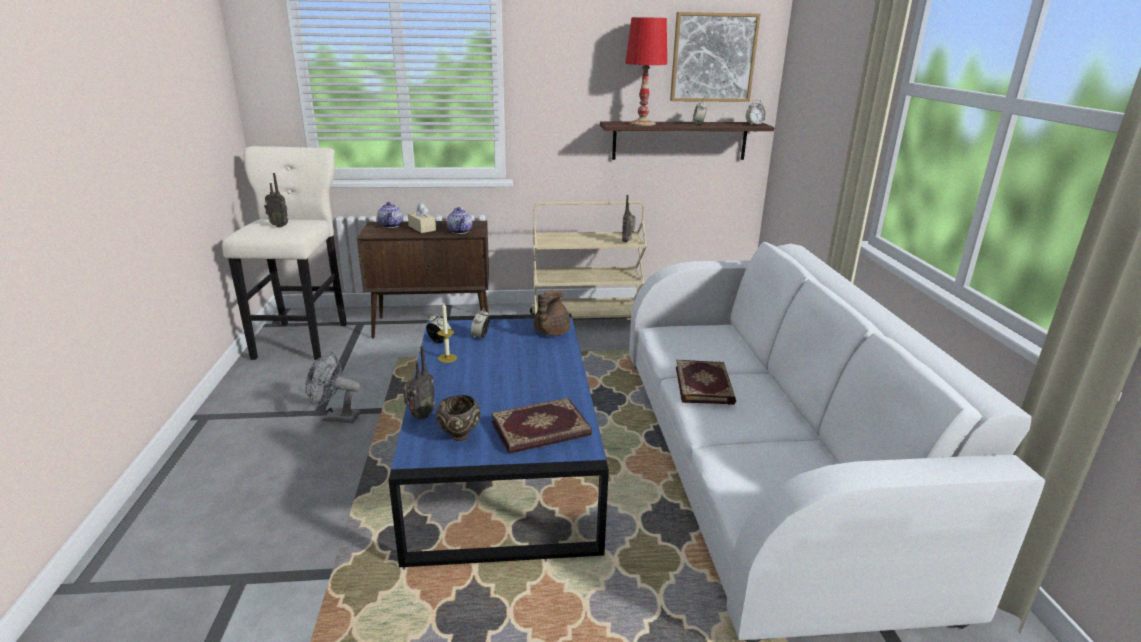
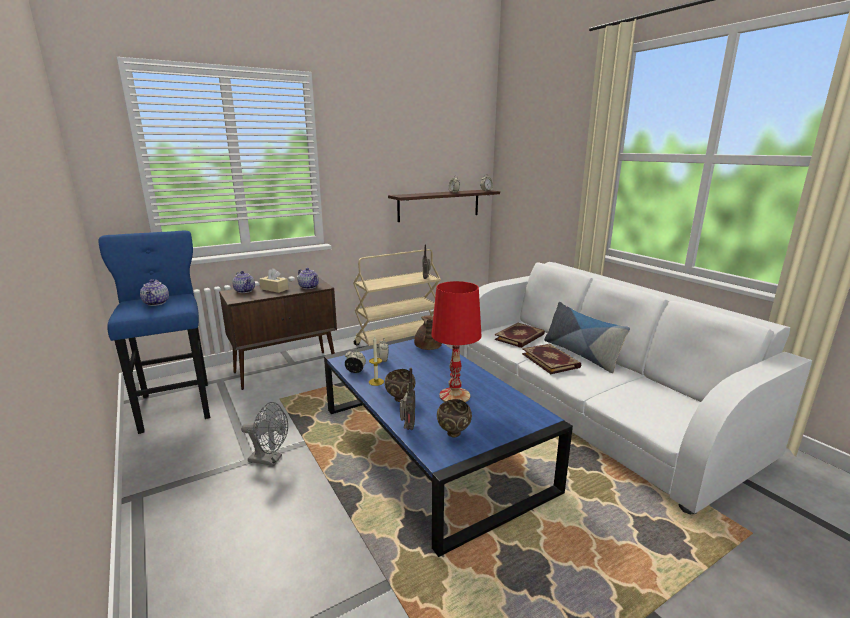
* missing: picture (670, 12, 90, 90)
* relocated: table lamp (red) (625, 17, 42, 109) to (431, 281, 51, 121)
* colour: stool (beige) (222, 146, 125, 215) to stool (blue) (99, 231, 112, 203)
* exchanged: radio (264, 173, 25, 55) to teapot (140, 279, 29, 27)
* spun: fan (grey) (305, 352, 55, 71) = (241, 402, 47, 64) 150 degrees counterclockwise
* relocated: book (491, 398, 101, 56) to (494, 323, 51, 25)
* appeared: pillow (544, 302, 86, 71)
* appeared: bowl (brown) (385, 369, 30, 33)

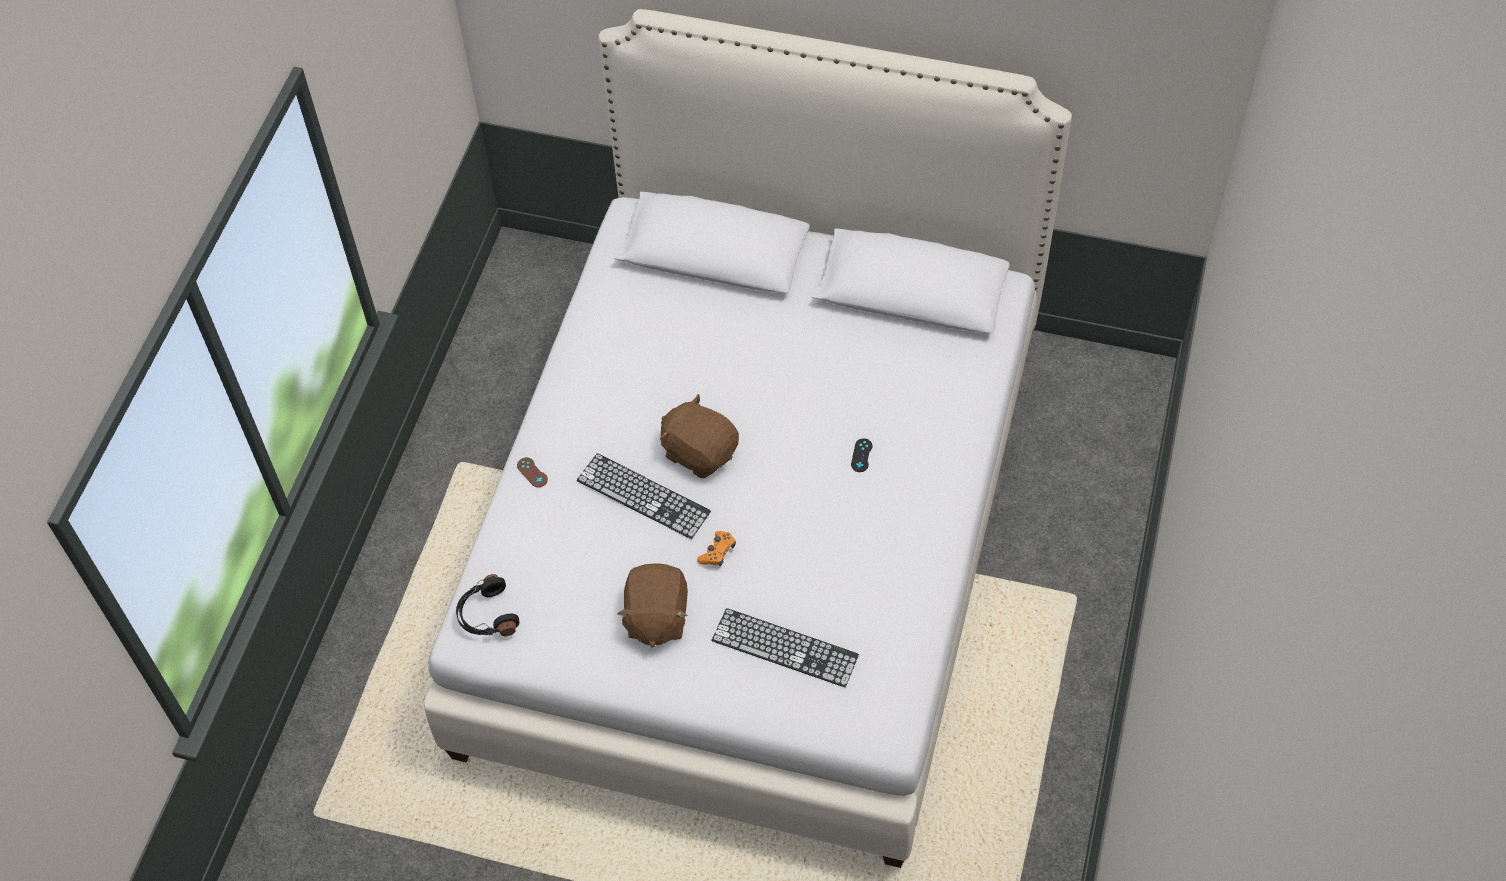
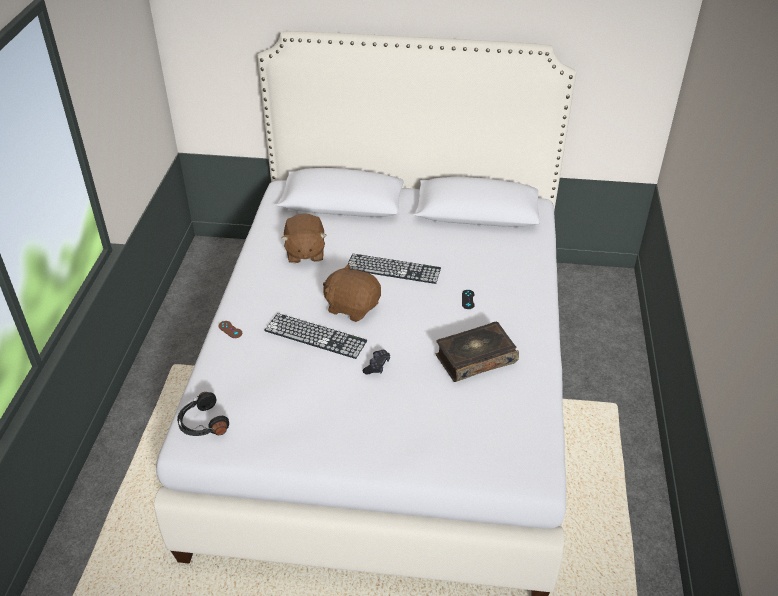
* colour: game controller (orange) (697, 531, 39, 35) to game controller (black) (363, 350, 27, 24)
* relocated: plush toy (brown) (618, 563, 70, 85) to (281, 214, 46, 49)
* relocated: keyboard (711, 608, 148, 79) to (348, 254, 93, 30)
* appeared: book (436, 321, 83, 61)

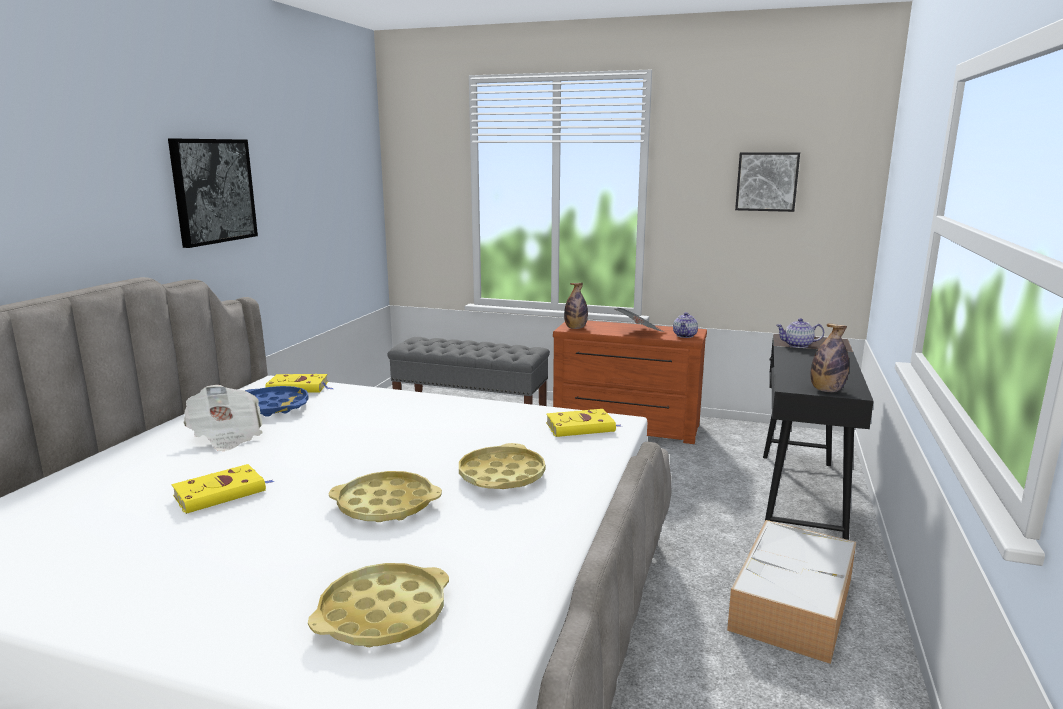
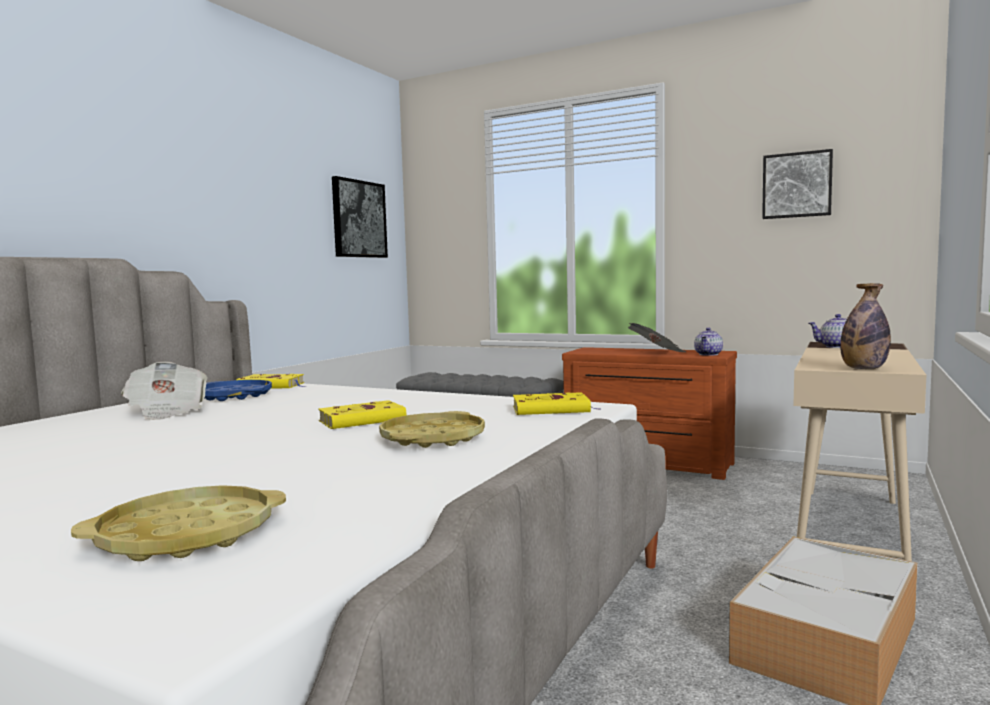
* relocated: picture (168, 139, 90, 109) to (332, 176, 56, 82)
* missing: bottle (564, 283, 24, 46)
* colour: desk (black) (763, 333, 111, 207) to desk (beige) (793, 342, 133, 219)
* relocated: book (yellow) (172, 464, 103, 50) to (318, 400, 89, 29)
* missing: tray (yellow) (329, 471, 113, 51)

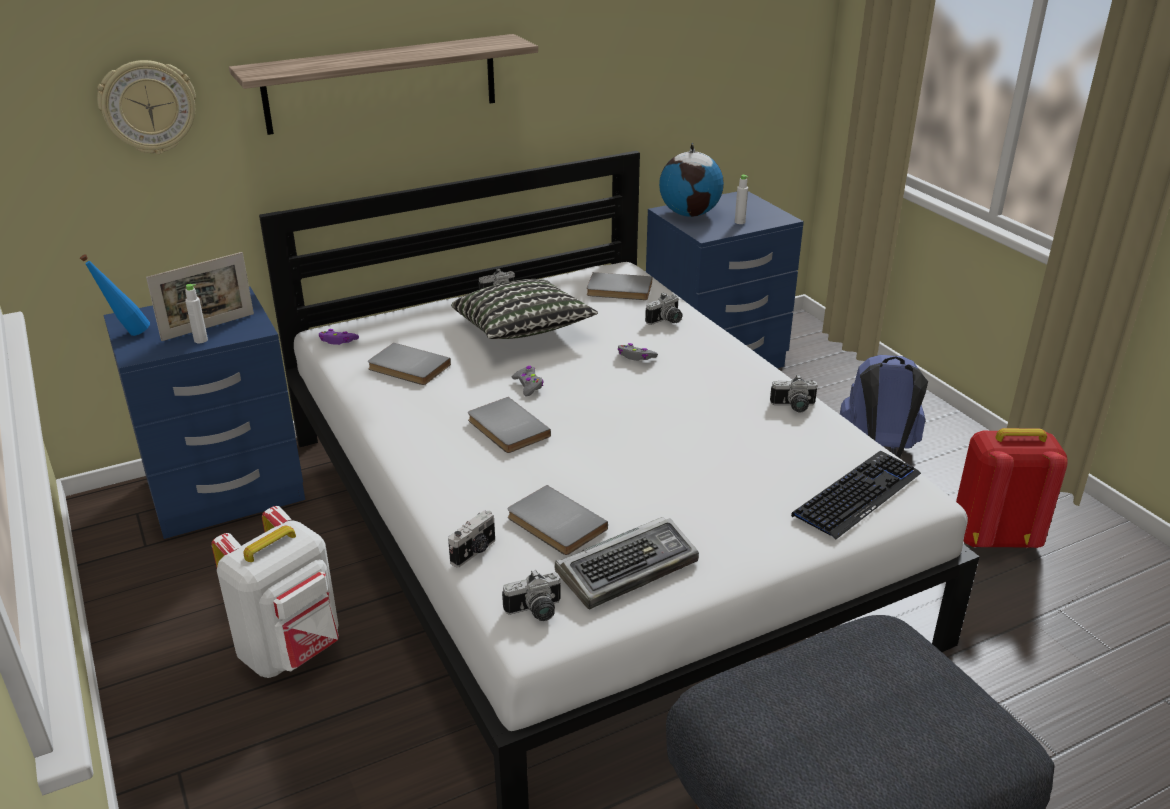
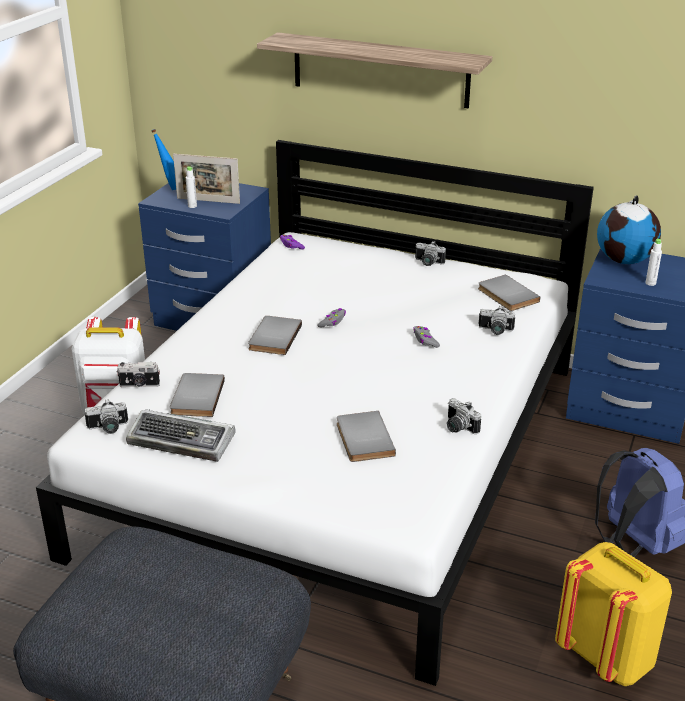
* missing: wall clock (97, 60, 99, 94)
* missing: pillow (451, 279, 147, 60)
* relocated: book (grey) (368, 343, 83, 42) to (337, 411, 59, 51)
* colour: backpack (red) (956, 428, 112, 120) to backpack (yellow) (555, 542, 117, 144)
* missing: keyboard (791, 451, 130, 88)
* spun: photo camera (502, 570, 59, 51) = (85, 399, 43, 35) 45 degrees counterclockwise

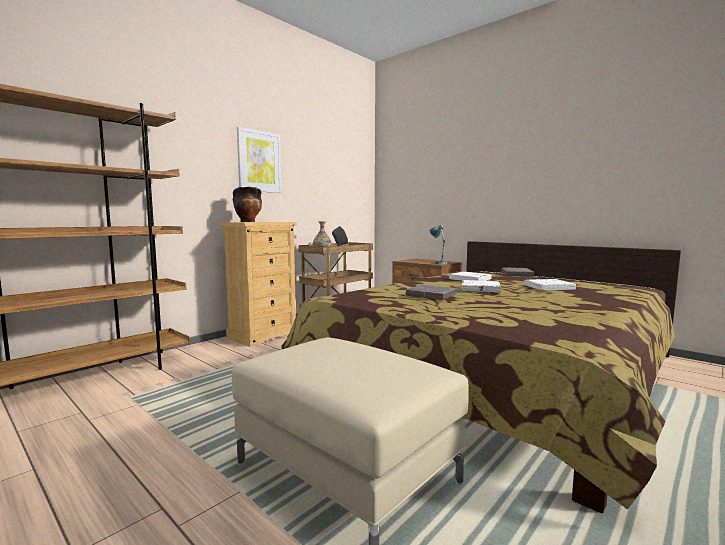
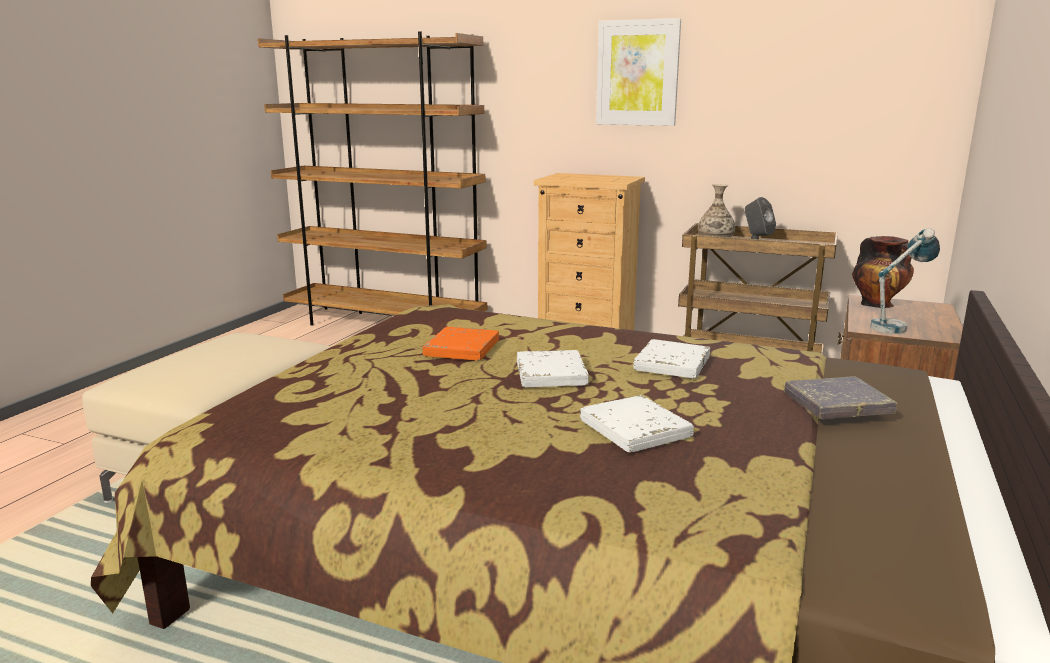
* relocated: vase (233, 187, 29, 35) to (852, 236, 62, 72)
* colour: book (grey) (406, 285, 51, 15) to book (orange) (422, 327, 77, 33)

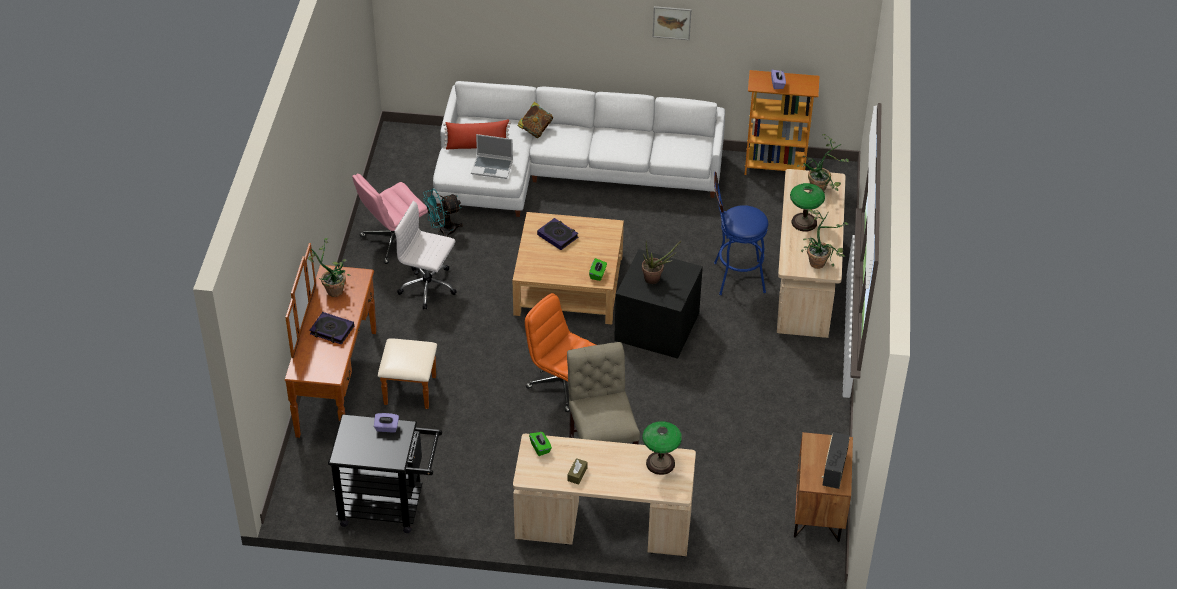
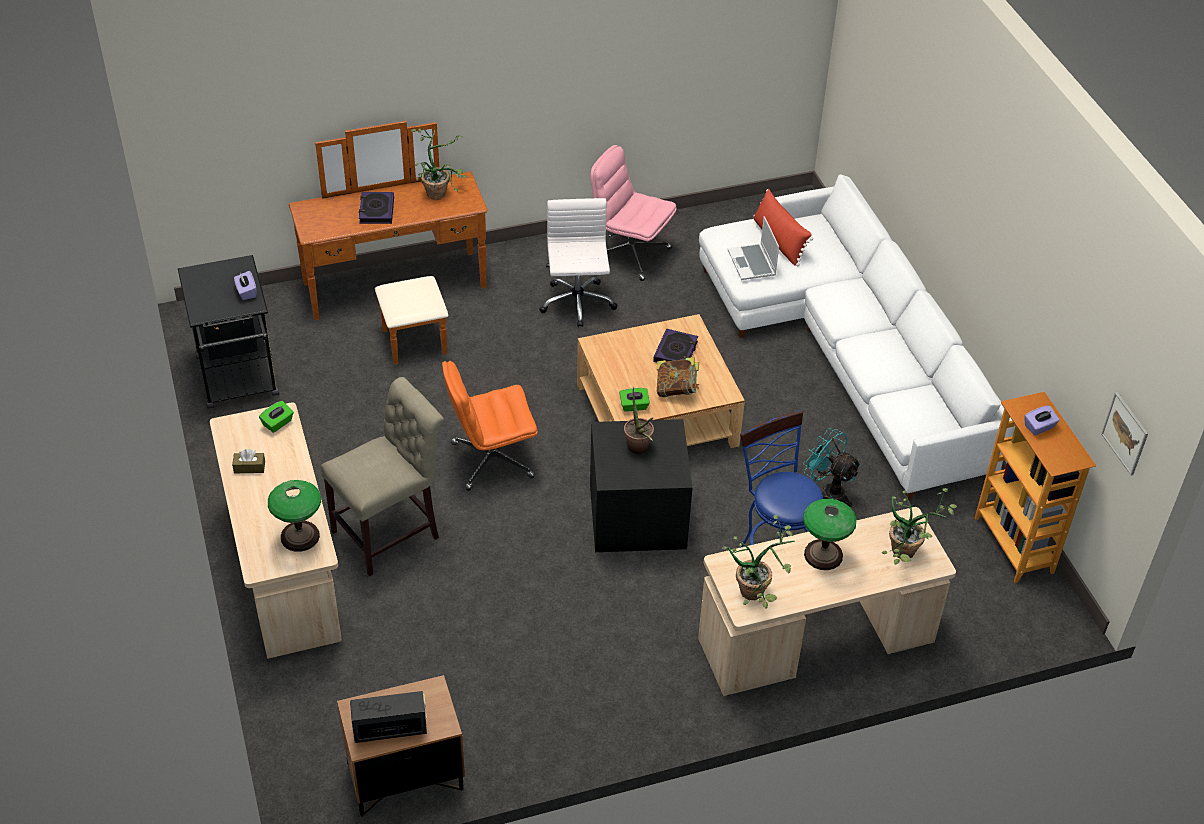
* relocated: picture (653, 6, 38, 34) to (1101, 392, 47, 83)
* relocated: book (517, 102, 36, 36) to (657, 357, 42, 40)
* relocated: fan (turquoise) (423, 188, 40, 49) to (803, 428, 58, 79)
* spun: office chair (orange) (525, 293, 71, 119) = (442, 361, 96, 130) 120 degrees counterclockwise

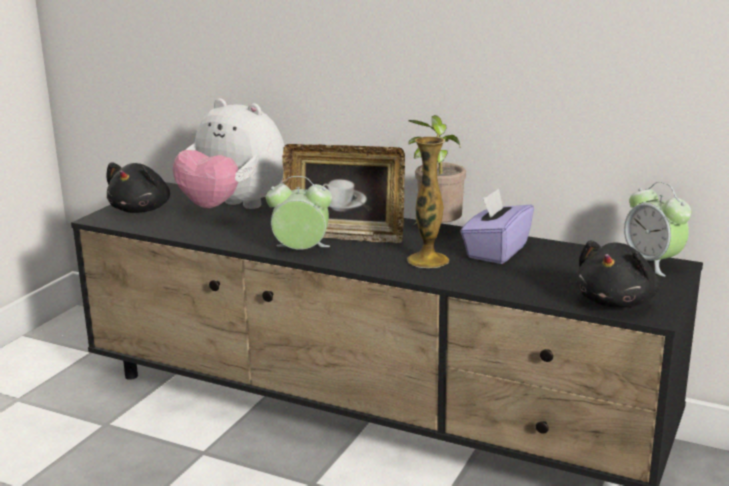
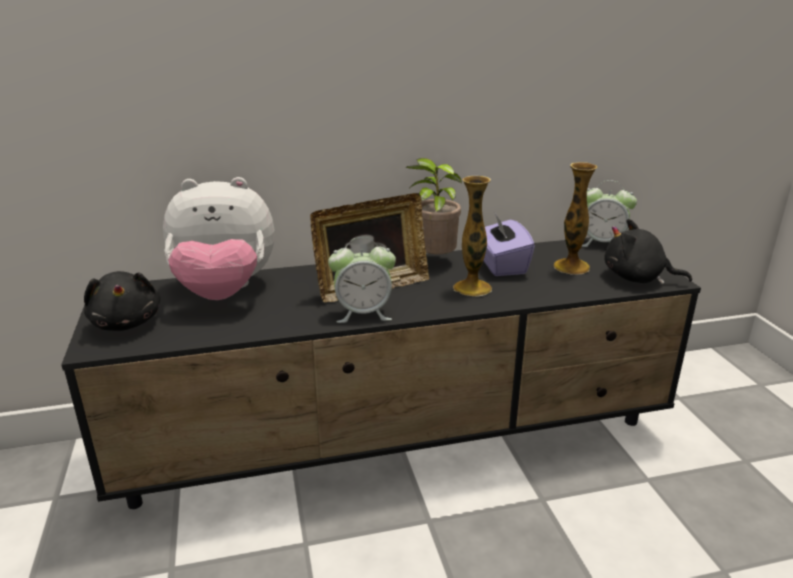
* spun: alarm clock (266, 176, 66, 74) = (328, 237, 68, 86) 150 degrees counterclockwise
* spun: plush toy (black) (576, 240, 83, 67) = (604, 219, 88, 65) 120 degrees clockwise
* appeared: vase (554, 162, 43, 113)

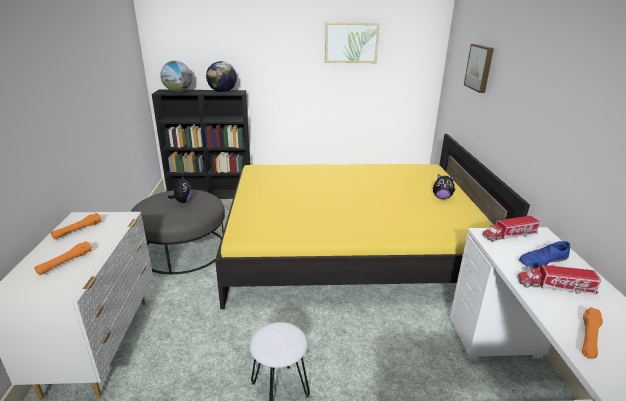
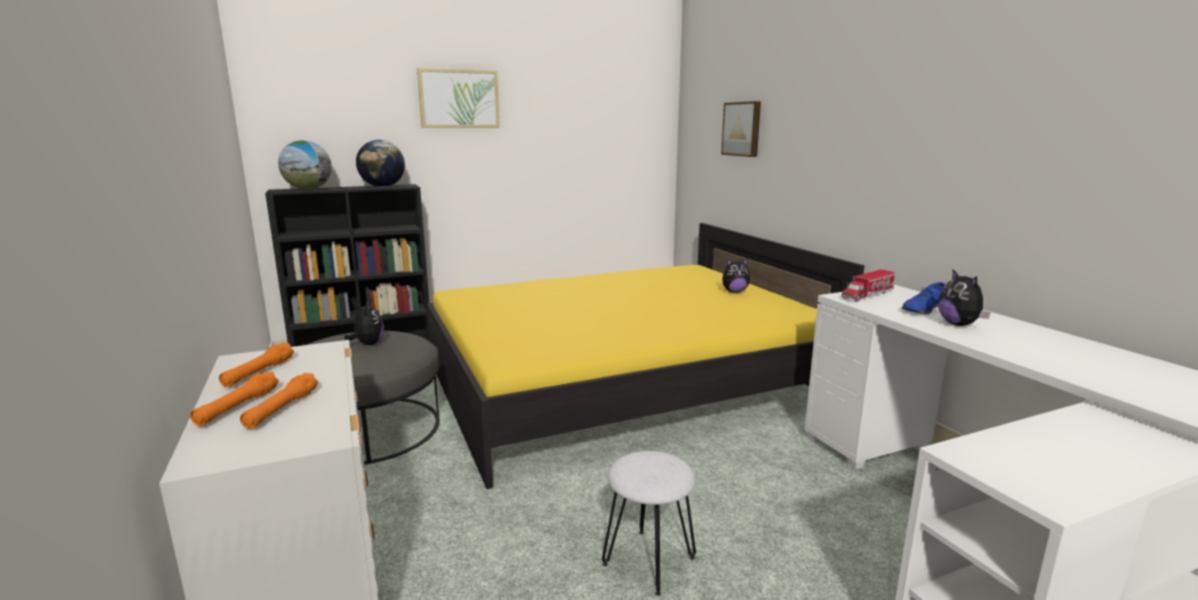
* relocated: picture (325, 22, 55, 41) to (417, 68, 83, 60)
* exchanged: toy truck (517, 264, 84, 30) to plush toy (938, 269, 53, 57)
* relocated: flashlight (orange) (582, 307, 21, 52) to (190, 371, 89, 55)

